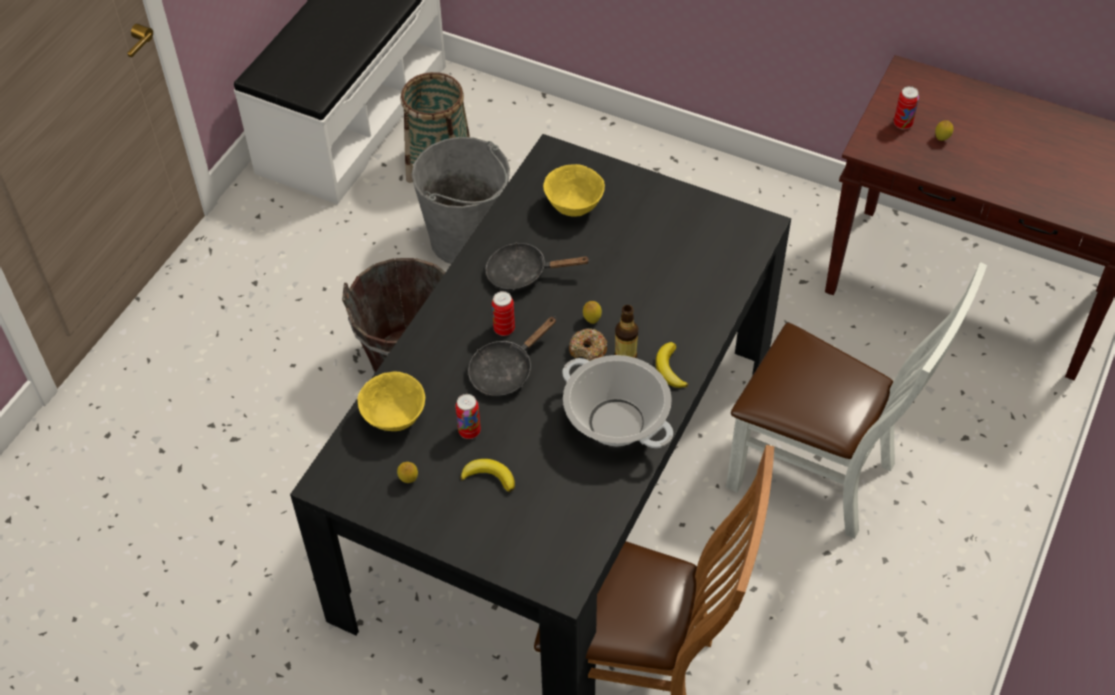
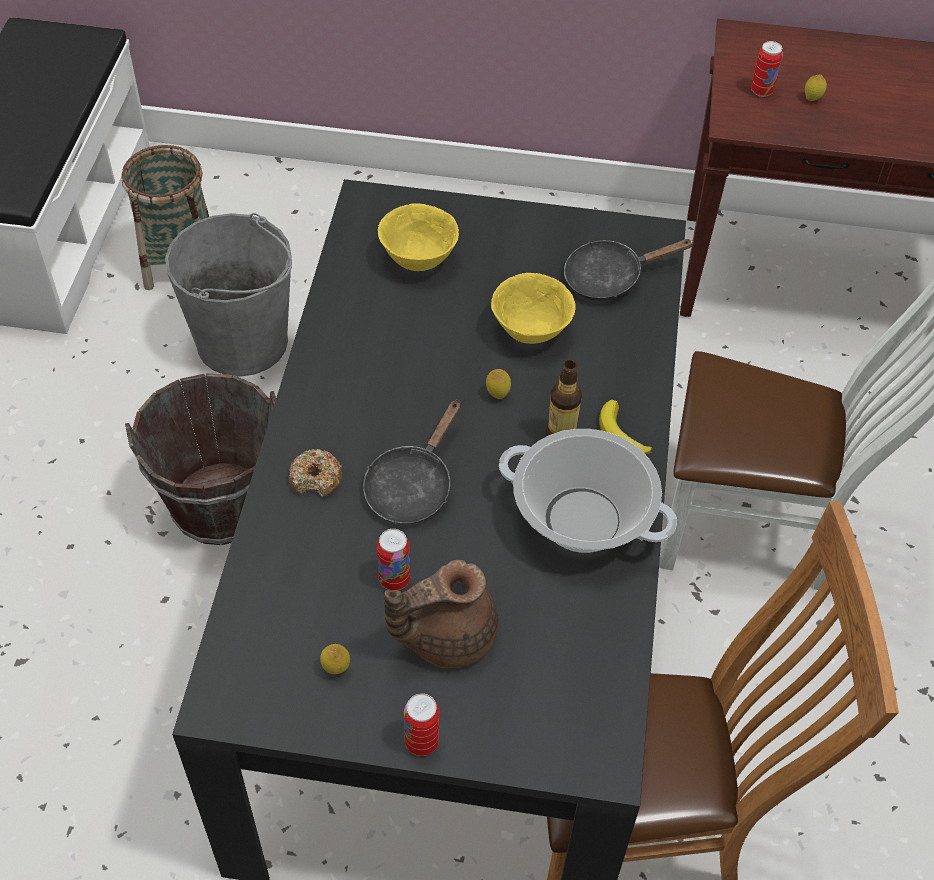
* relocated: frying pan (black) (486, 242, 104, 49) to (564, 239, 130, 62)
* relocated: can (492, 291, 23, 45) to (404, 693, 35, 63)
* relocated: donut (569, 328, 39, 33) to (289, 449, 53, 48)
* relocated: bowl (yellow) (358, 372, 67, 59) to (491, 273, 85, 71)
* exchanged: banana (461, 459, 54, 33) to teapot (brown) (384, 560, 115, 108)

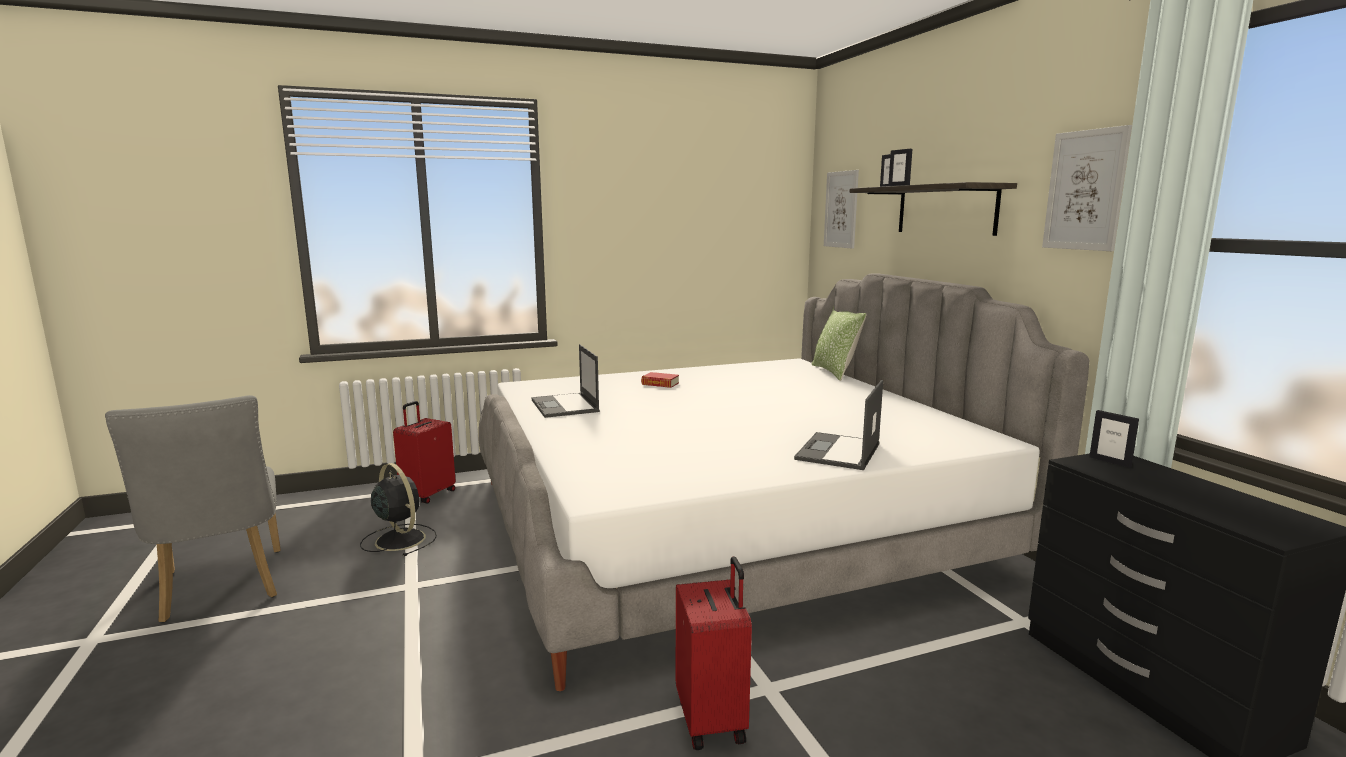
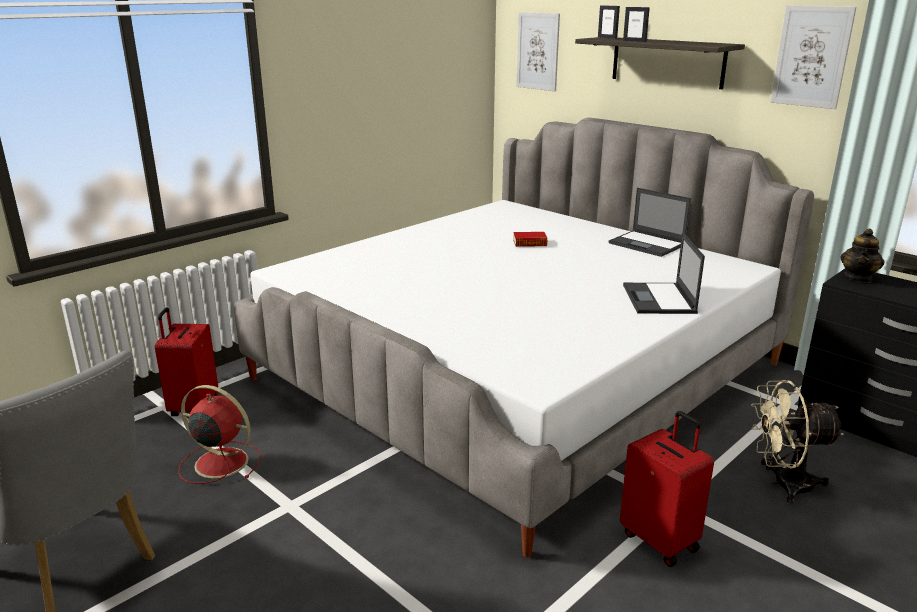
* missing: pillow (811, 307, 56, 74)
* relocated: laptop (532, 344, 68, 74) to (609, 188, 82, 69)
* relocated: book (641, 372, 38, 16) to (513, 232, 34, 15)
* exchanged: picture frame (1089, 410, 50, 58) to teapot (840, 228, 45, 55)
* colour: fan (black) (360, 463, 77, 93) to fan (red) (178, 385, 83, 99)
* appeared: fan (beige) (751, 380, 93, 123)

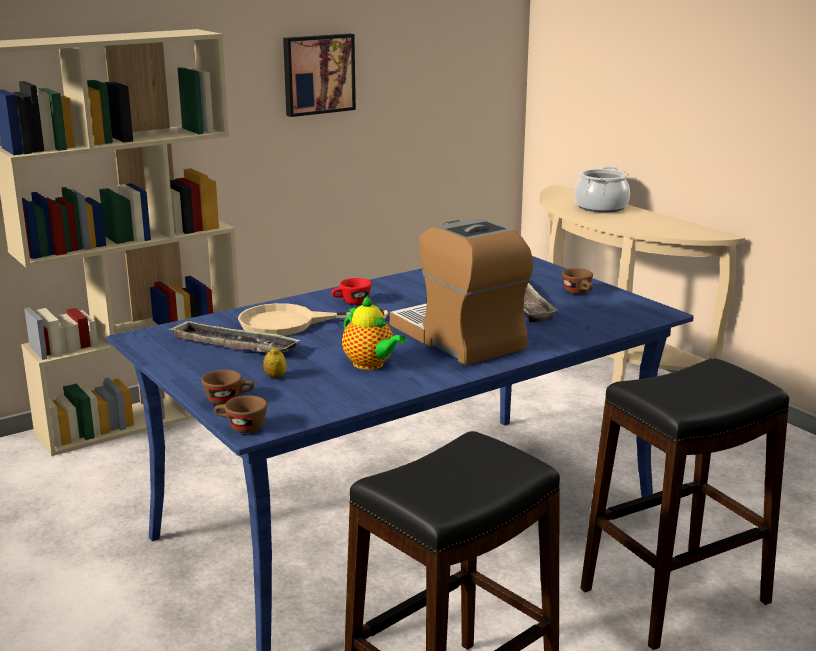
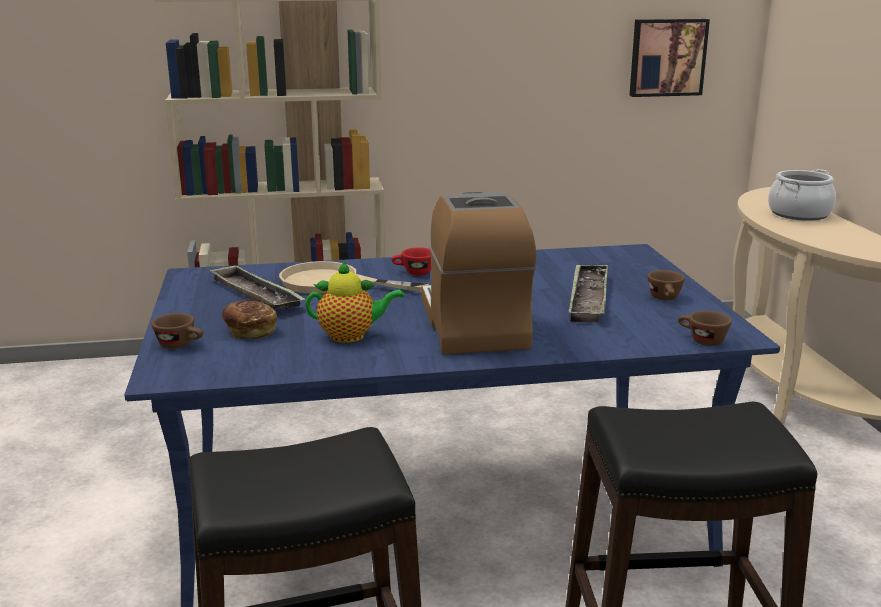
* relocated: picture (283, 33, 73, 84) to (629, 19, 81, 78)
* spun: teapot (342, 296, 65, 74) = (305, 261, 99, 82) 75 degrees counterclockwise
* exchanged: lemon (263, 347, 24, 31) to bread (222, 301, 55, 38)
* relocated: cup (brown) (214, 395, 53, 38) to (678, 311, 54, 35)

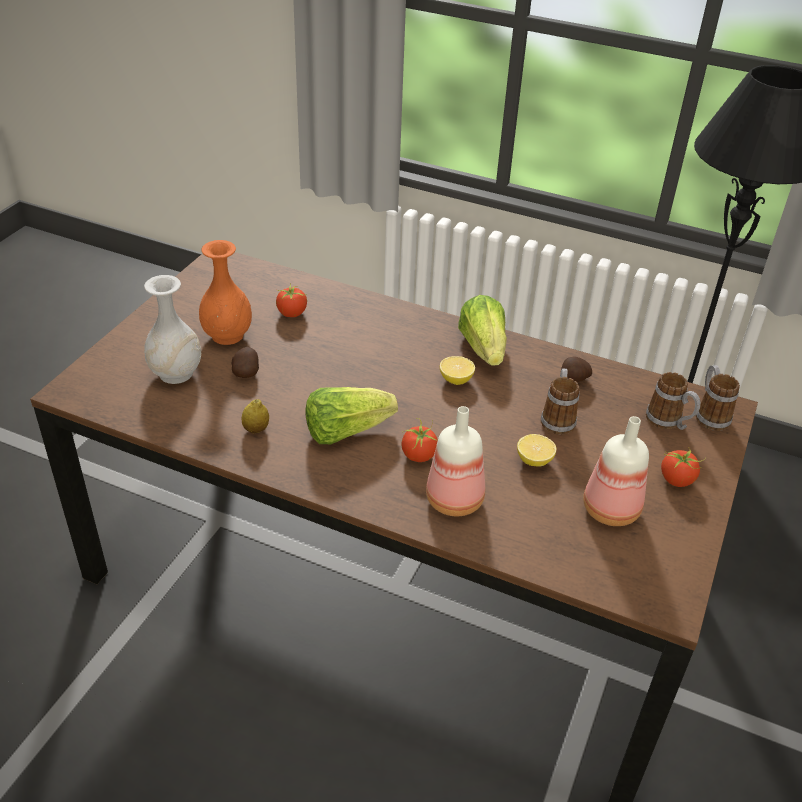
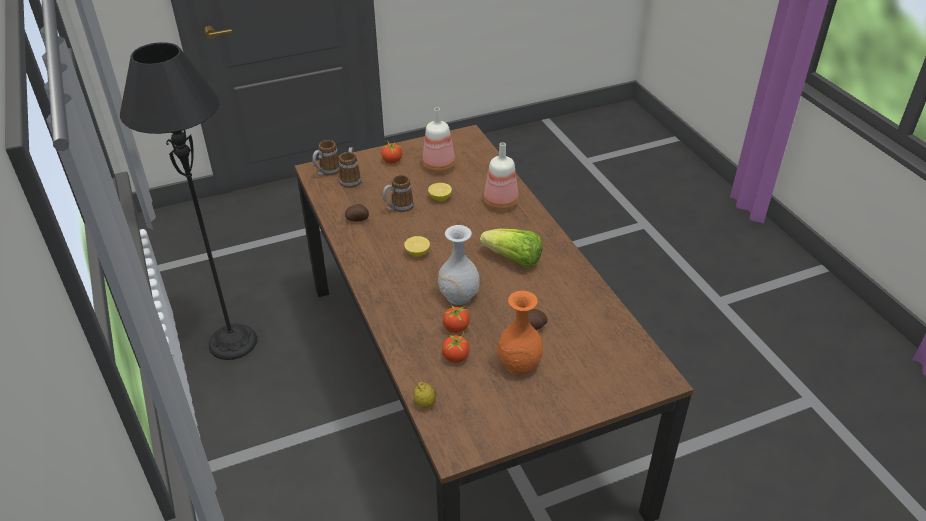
* relocated: vase (white) (144, 275, 57, 109) to (438, 225, 42, 80)
* missing: lettuce (458, 295, 49, 71)
* relocated: lemon (241, 399, 28, 34) to (414, 382, 22, 26)
* relocated: tomato (401, 418, 37, 44) to (441, 305, 29, 28)

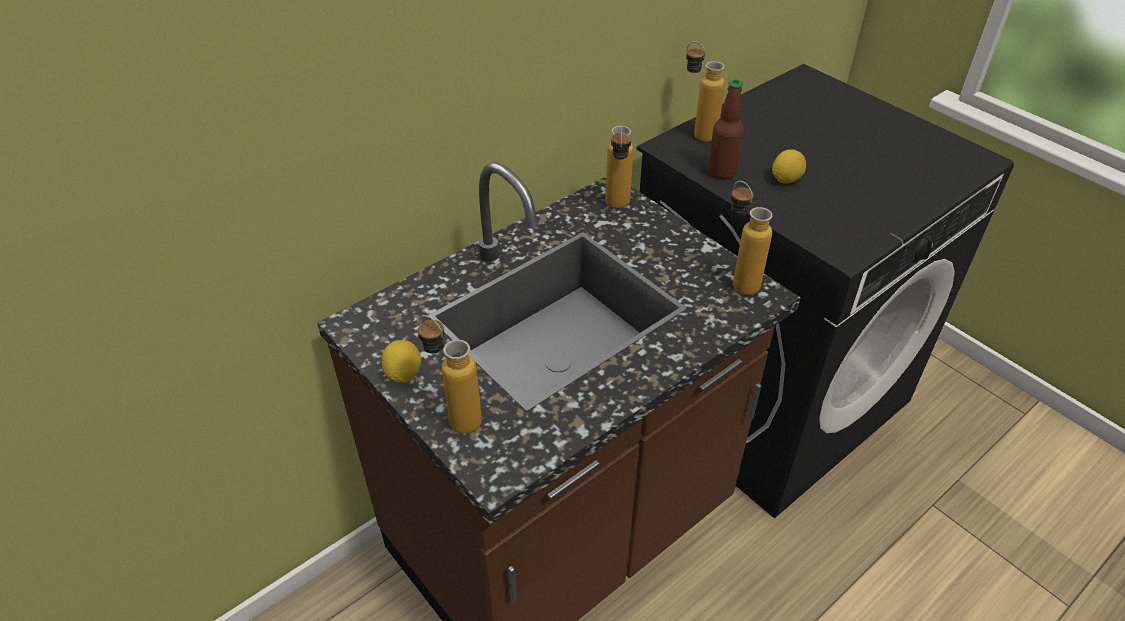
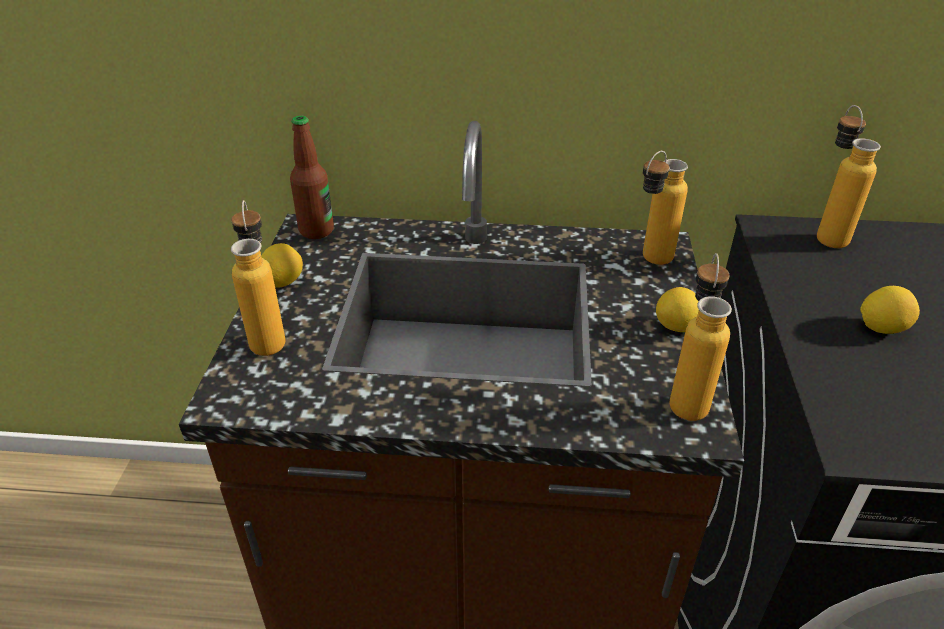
* relocated: bottle (708, 79, 36, 101) to (290, 116, 44, 123)
* appeared: lemon (656, 287, 43, 45)

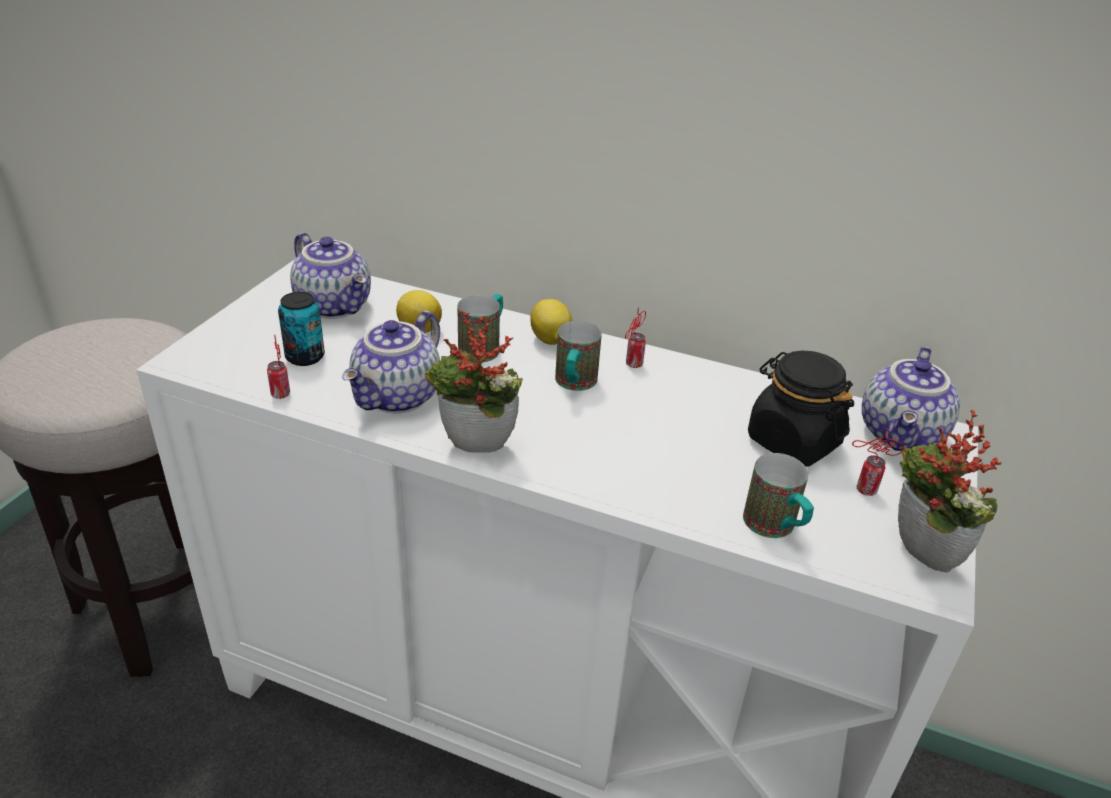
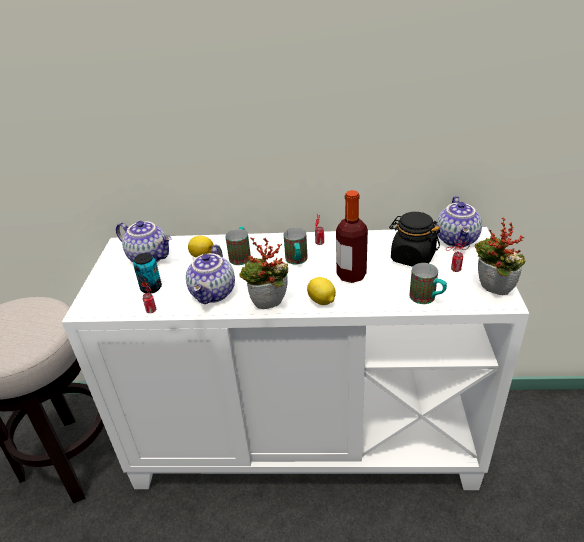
* relocated: lemon (530, 299, 42, 46) to (307, 277, 29, 28)
* appeared: bottle (336, 190, 32, 93)

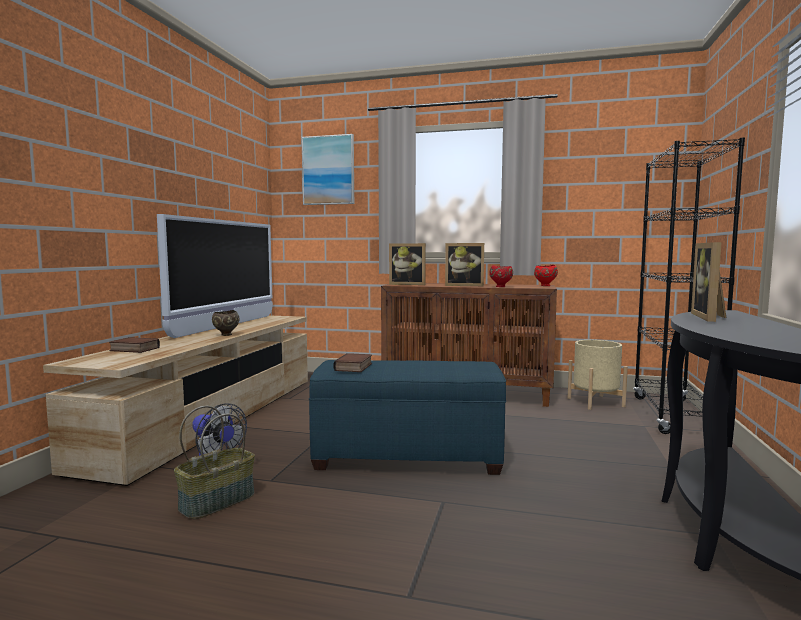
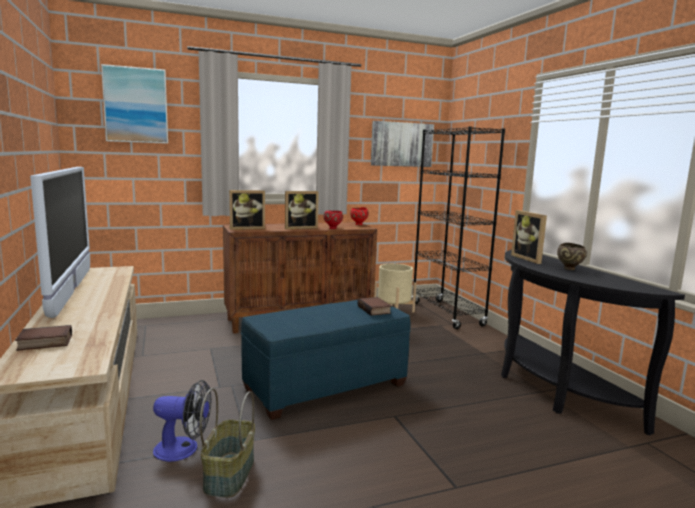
* relocated: bowl (brown) (212, 310, 27, 26) to (557, 243, 30, 27)
* relocated: book (333, 353, 39, 19) to (357, 297, 35, 19)
* appeared: picture (371, 121, 63, 46)

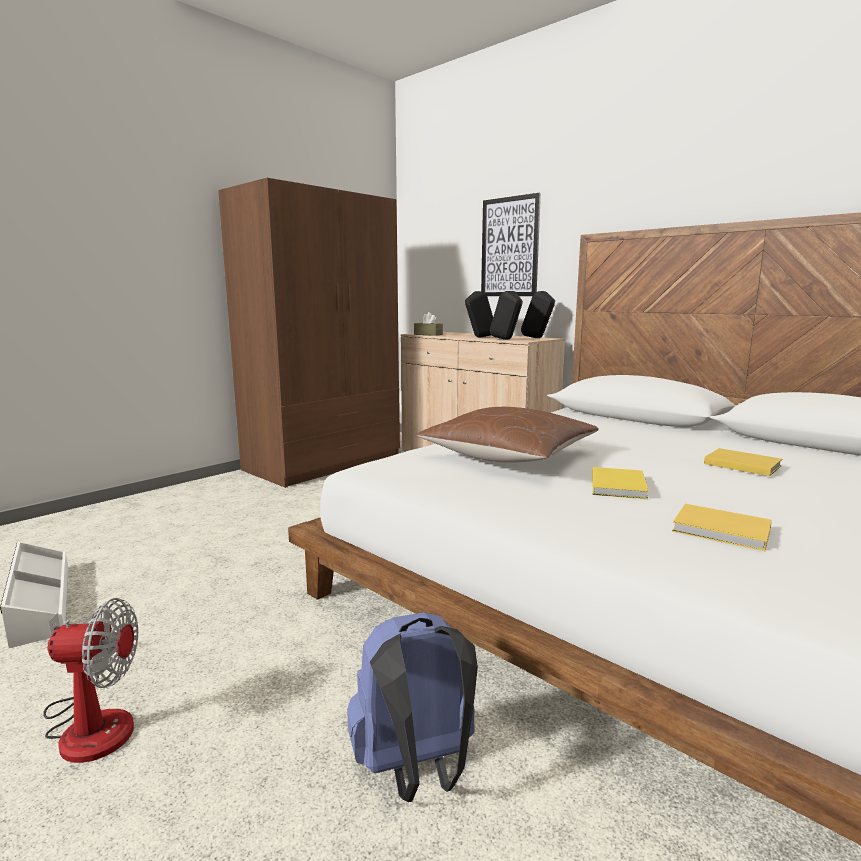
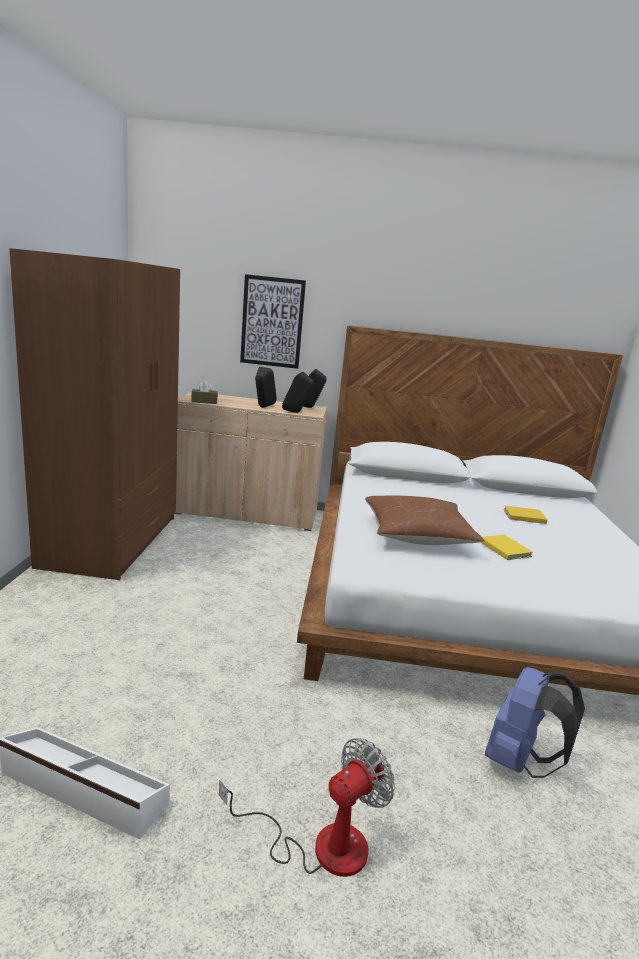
* missing: book (yellow) (672, 504, 100, 47)

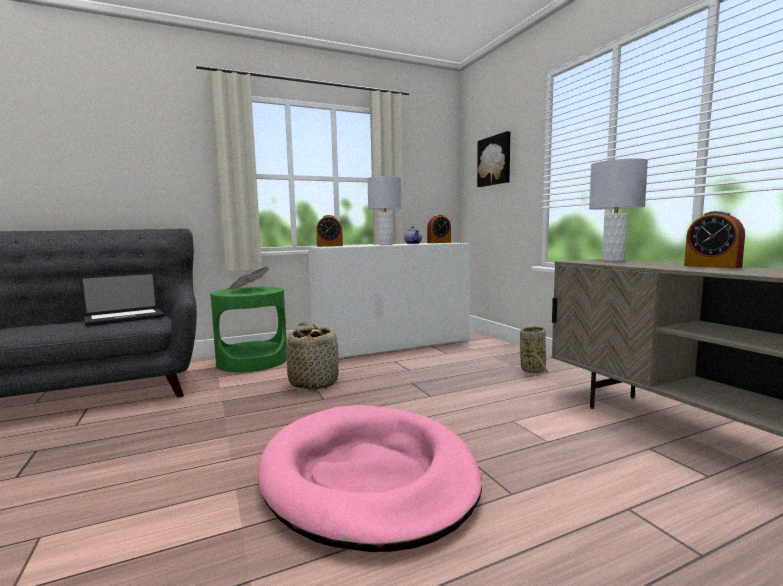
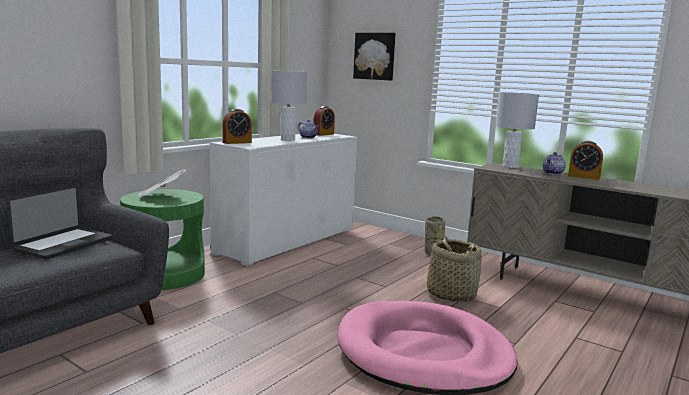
* relocated: basket (287, 322, 52, 68) to (427, 236, 55, 66)
* appeared: teapot (543, 152, 23, 23)

